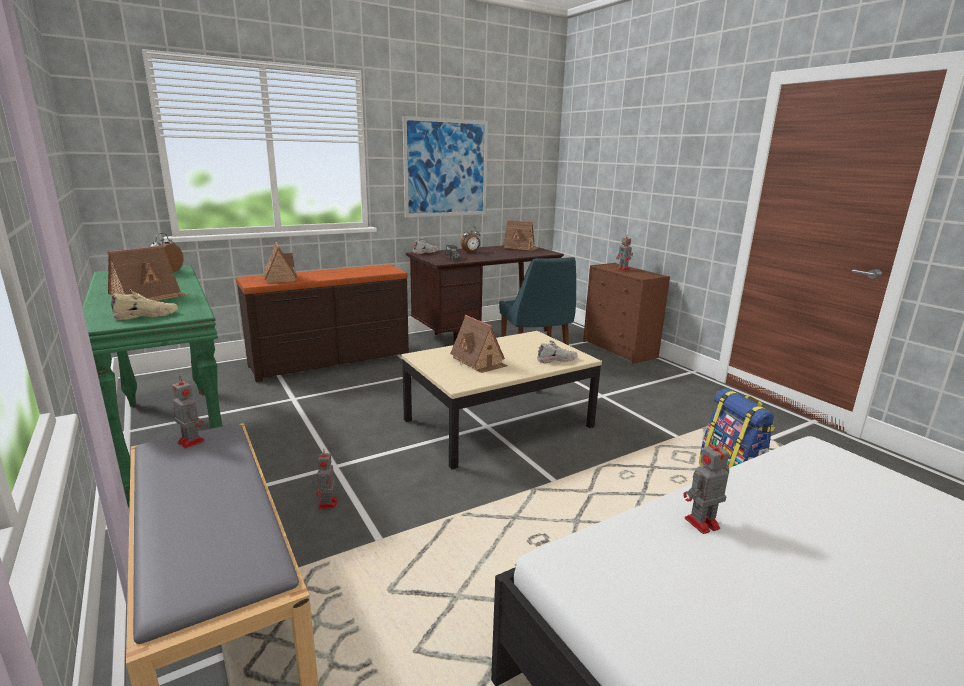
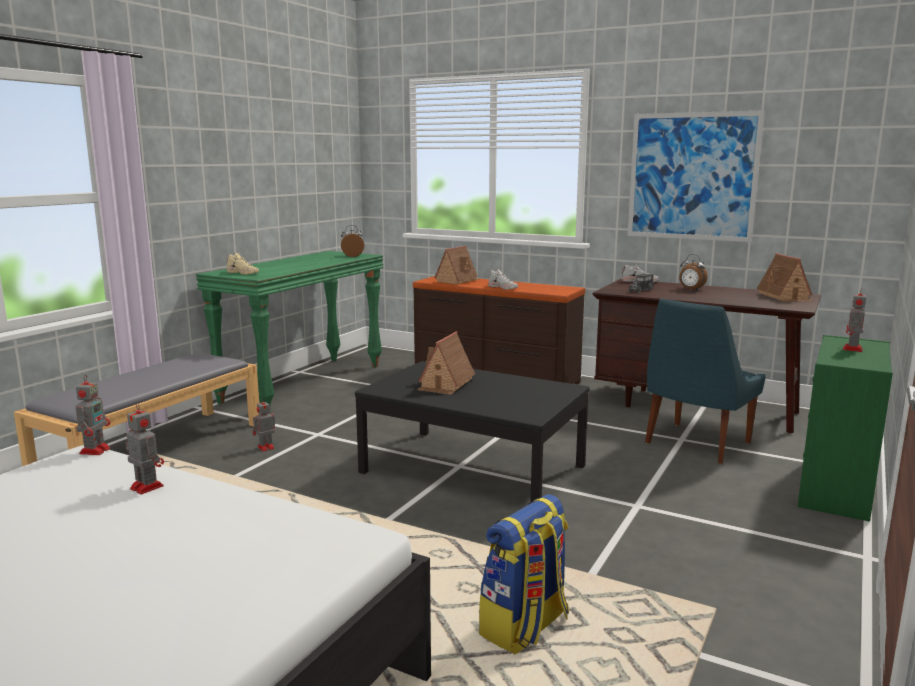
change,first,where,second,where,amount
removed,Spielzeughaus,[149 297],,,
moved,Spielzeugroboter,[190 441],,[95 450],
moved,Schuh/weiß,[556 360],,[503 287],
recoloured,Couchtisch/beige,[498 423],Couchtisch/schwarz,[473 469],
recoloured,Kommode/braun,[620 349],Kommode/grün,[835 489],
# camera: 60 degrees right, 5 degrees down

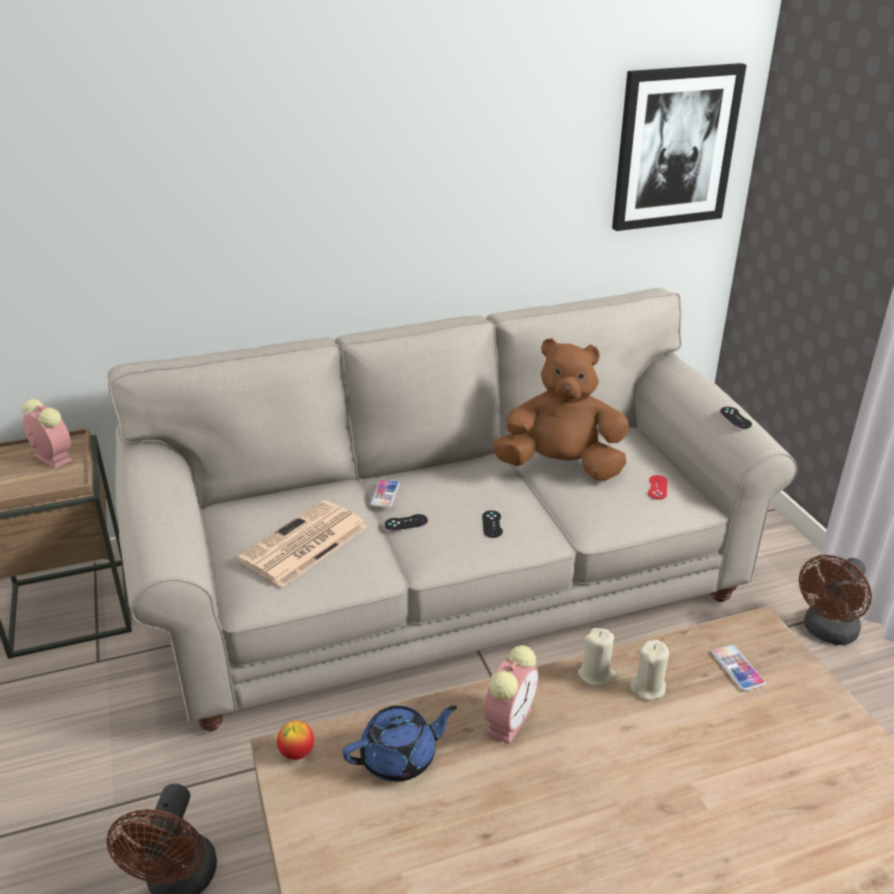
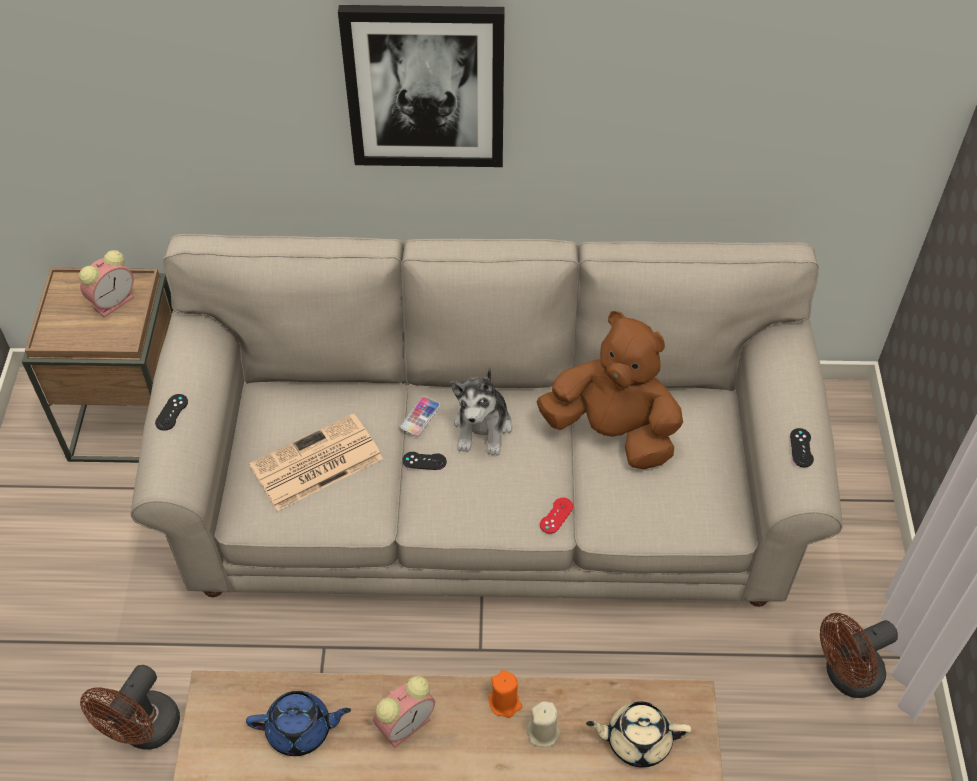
change,first,where,second,where,amount
removed,Apfel,[297 753],,,
added,,,Plüschtier,[483 427],
moved,Gamepad/schwarz,[492 524],,[171 412],
moved,Bild,[675 147],,[425 86],
moved,Gamepad/rot,[657 487],,[556 515],
replaced,Handy,[737 668],Teekanne/beige,[637 740],
recoloured,Kerze/beige,[596 674],Kerze/orange,[505 702],
turned,Wecker,[51 457],,[114 301],75 degrees clockwise
# camera: 20 degrees right, 20 degrees up

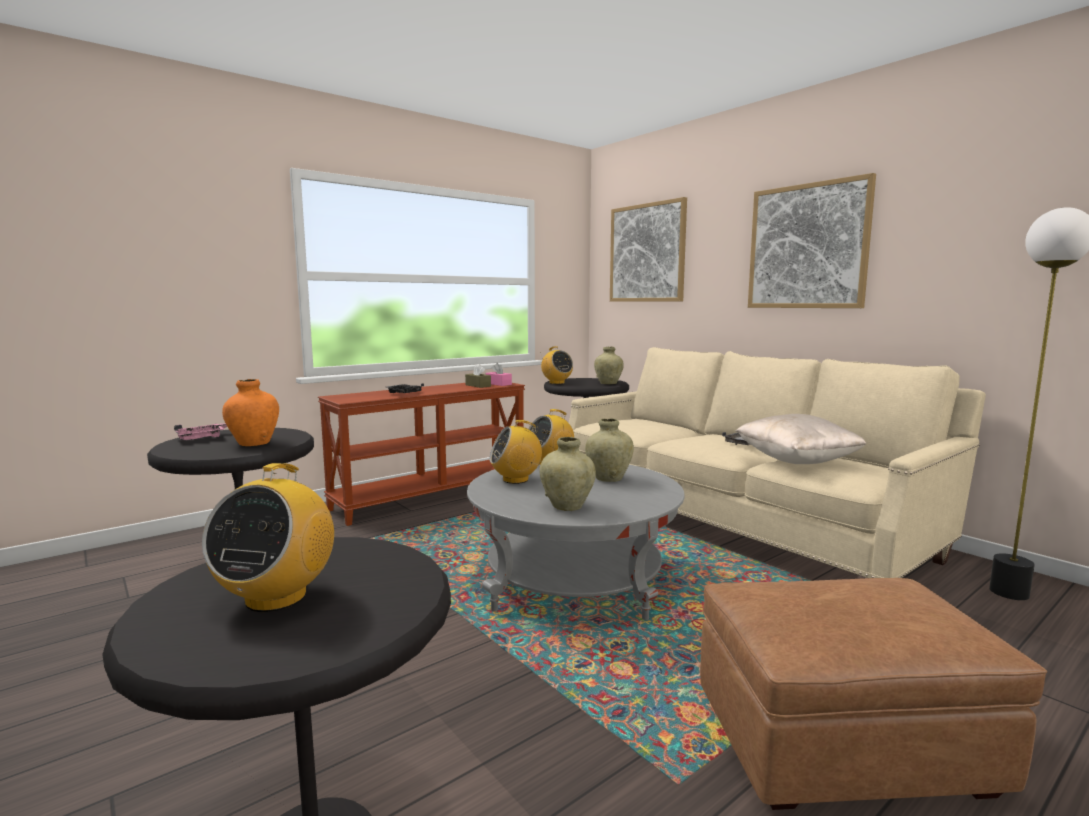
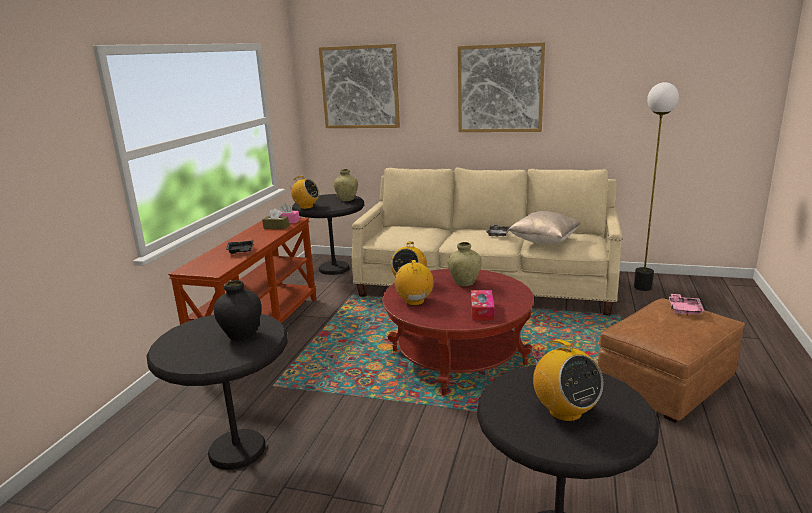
change,first,where,second,where,amount
moved,Tablett/rosa,[202 438],,[684 309],
replaced,Vase/beige,[567 506],Taschentuchbox,[482 311],
recoloured,Vase/orange,[254 443],Vase/schwarz,[241 335],
recoloured,Couchtisch/grau,[574 581],Couchtisch/rot,[458 357],
turned,Radio,[516 479],,[415 301],135 degrees clockwise
# camera: 35 degrees left, 10 degrees up

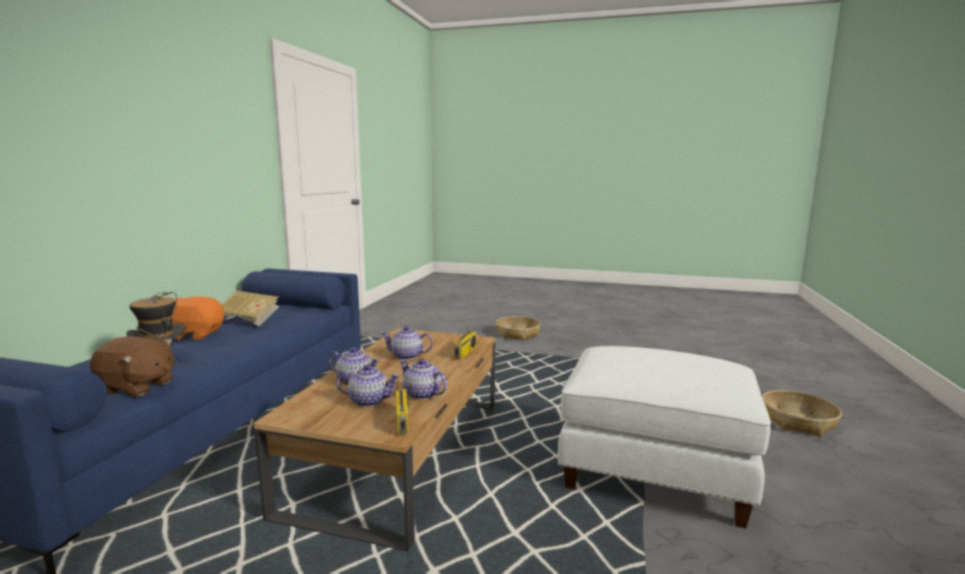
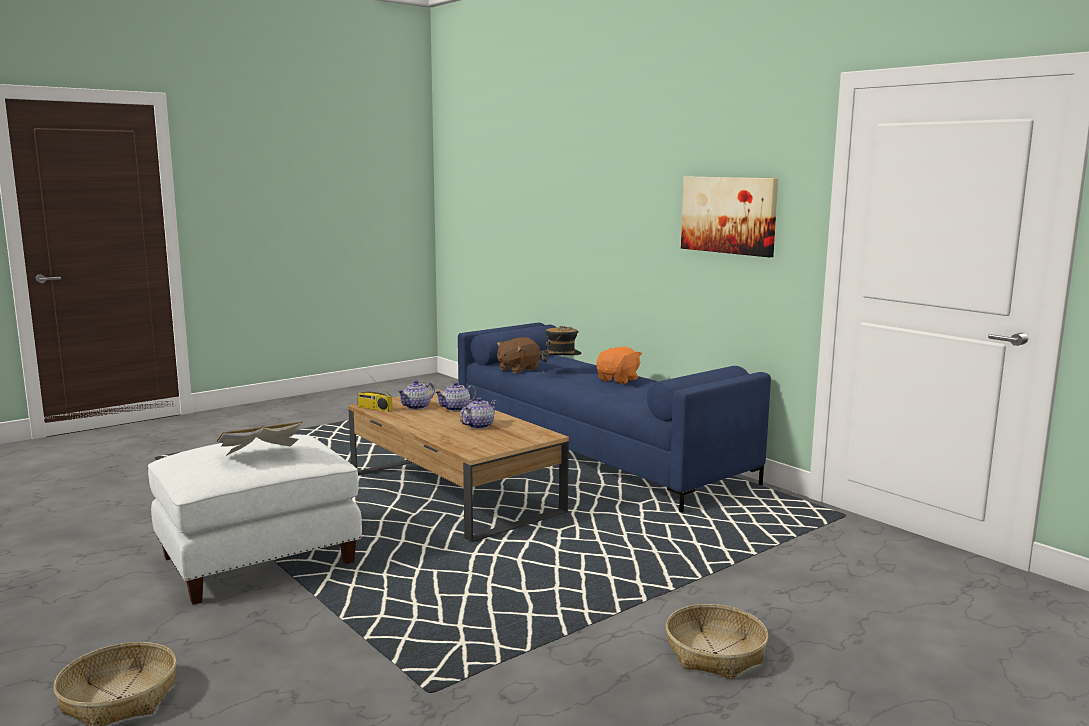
change,first,where,second,where,amount
removed,Teekanne,[422 394],,,
removed,Radio,[465 353],,,
added,,,Bild,[729 215],
moved,Buch,[249 320],,[261 455],
# camera: 125 degrees right, 0 degrees up

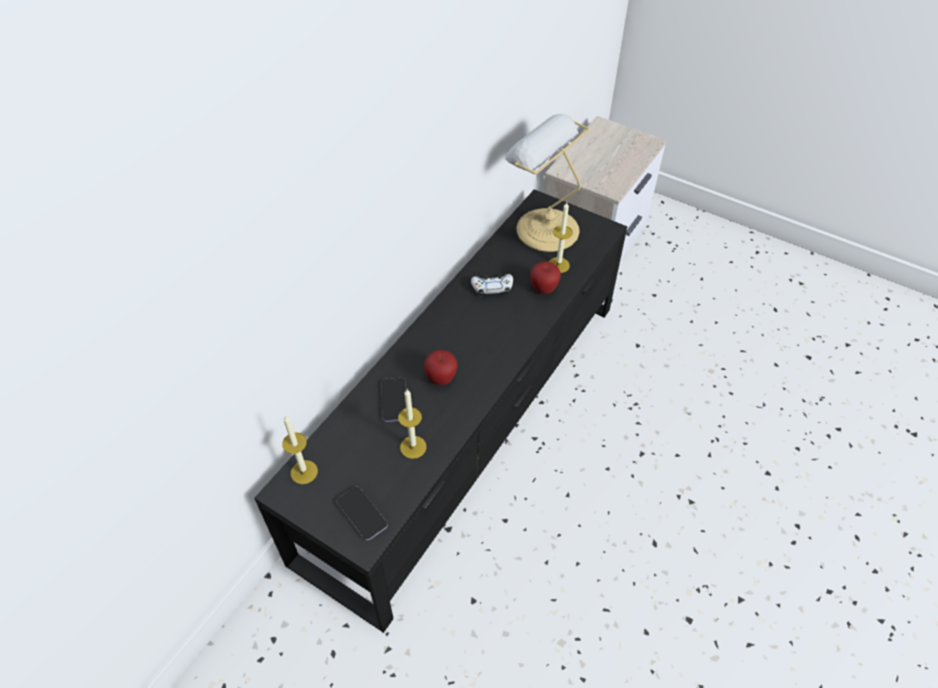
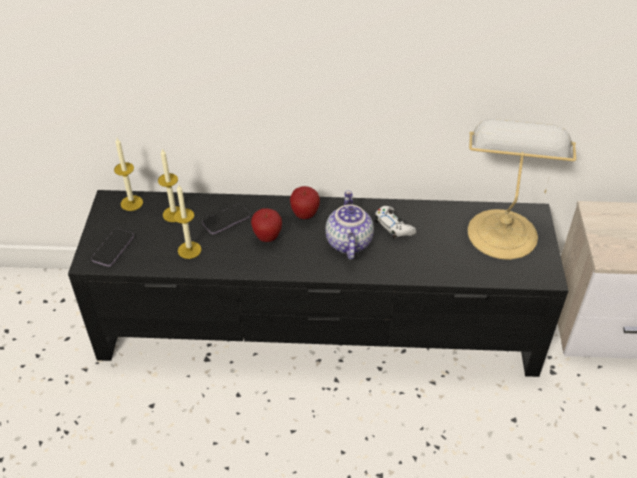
change,first,where,second,where,amount
added,,,Teekanne,[347 242],
moved,Apfel,[543 289],,[305 215],
moved,Kerze,[558 265],,[174 214],
# camera: 60 degrees right, 5 degrees down

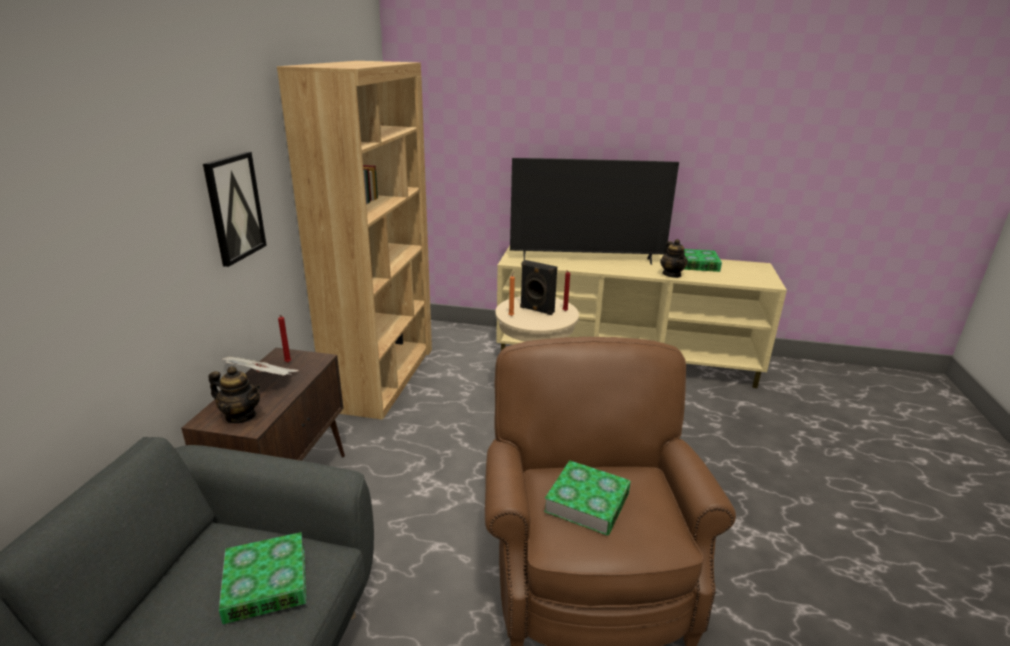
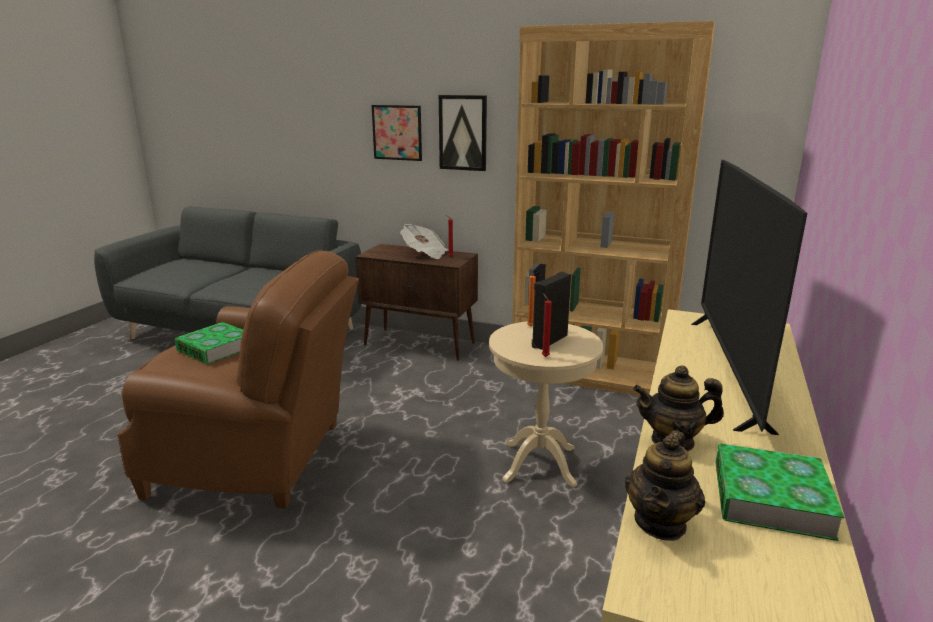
change,first,where,second,where,amount
removed,Buch,[266 583],,,
added,,,Bild,[397 132],
moved,Teekanne,[241 416],,[660 523],
# camera: 100 degrees right, 5 degrees down

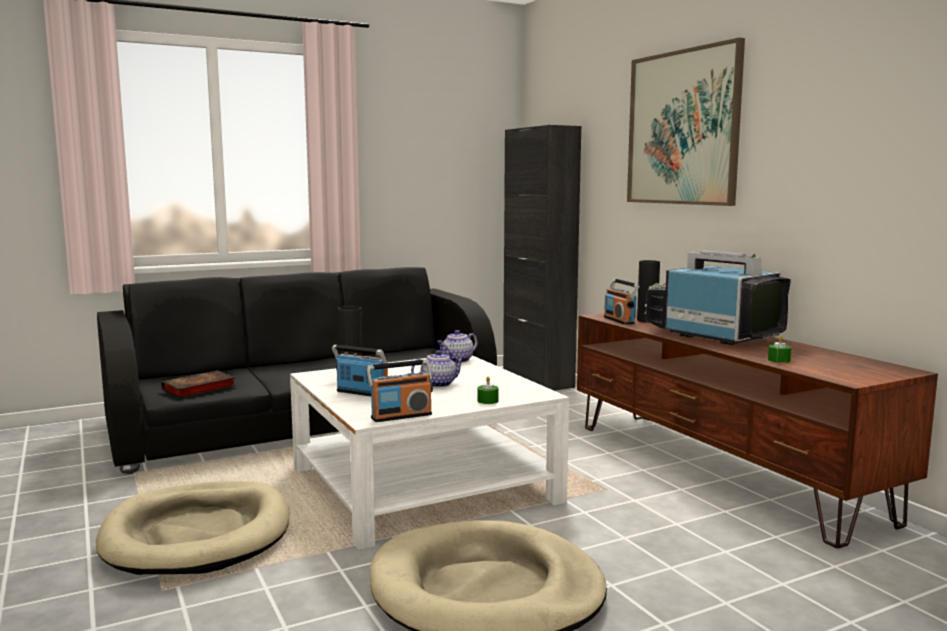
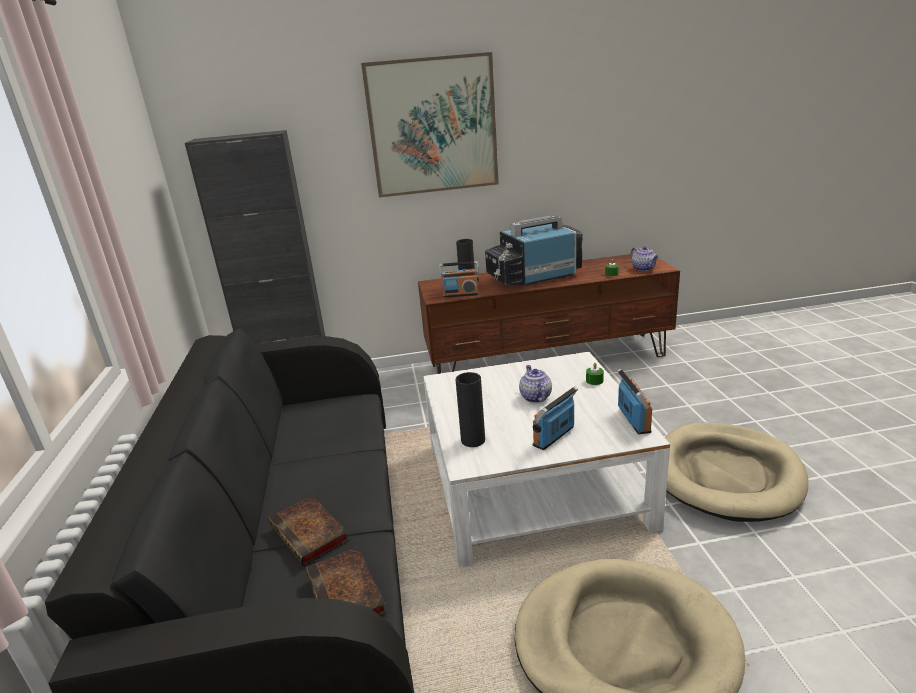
change,first,where,second,where,amount
added,,,Buch,[311 534],
moved,Teekanne,[457 360],,[644 268],
# camera: 70 degrees left, 15 degrees up

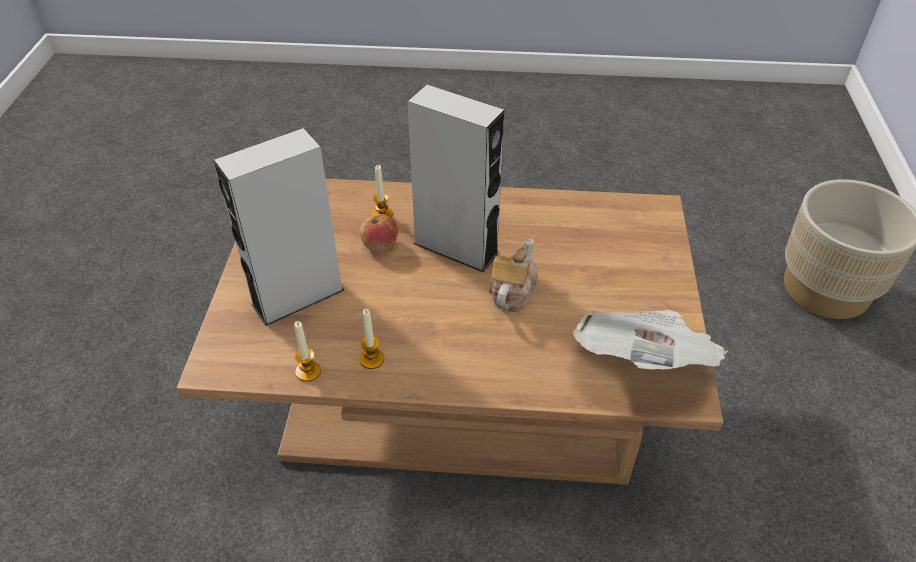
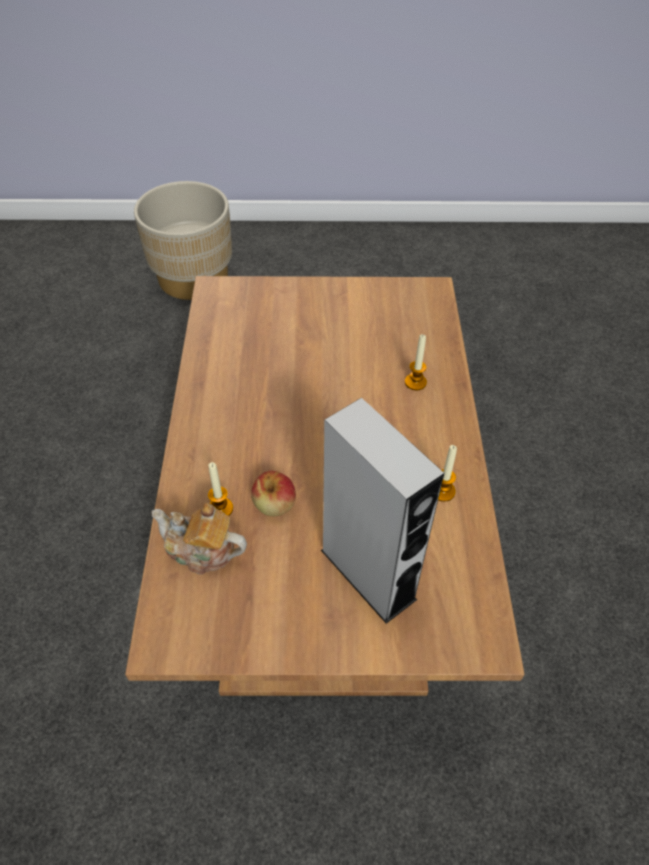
change,first,where,second,where,amount
removed,Lautsprecher/grau,[456 248],,,
removed,Zeitung,[643 361],,,
moved,Kerze,[308 371],,[415 382],
moved,Teekanne,[512 291],,[201 551],
# camera: 95 degrees left, 5 degrees up

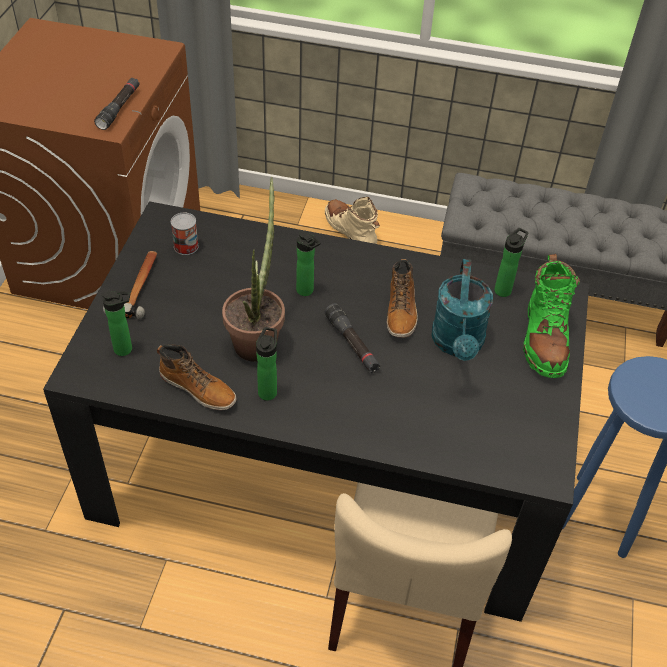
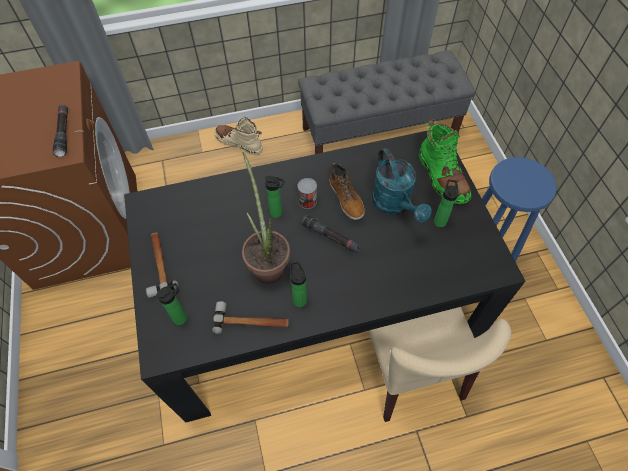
change,first,where,second,where,amount
moved,Dose,[186 246],,[307 201],
moved,Flasche,[504 289],,[440 220],
replaced,Stiefel,[198 388],Hammer,[251 321],
# camera: 25 degrees left, 10 degrees up

